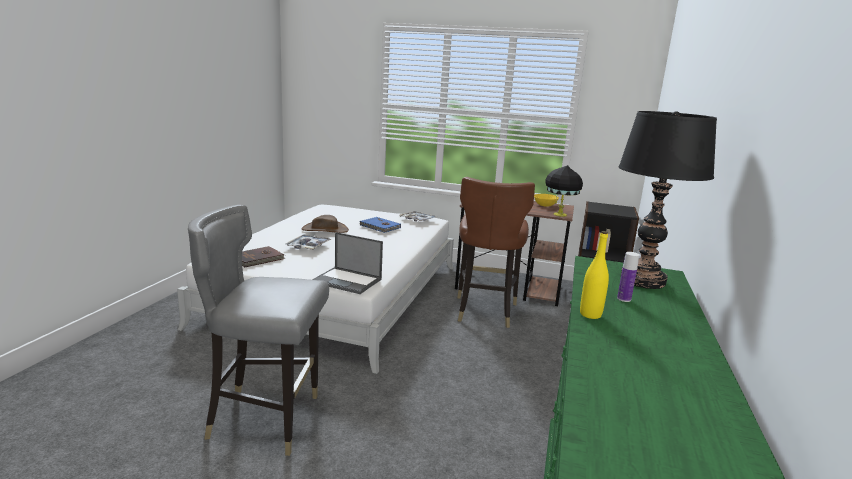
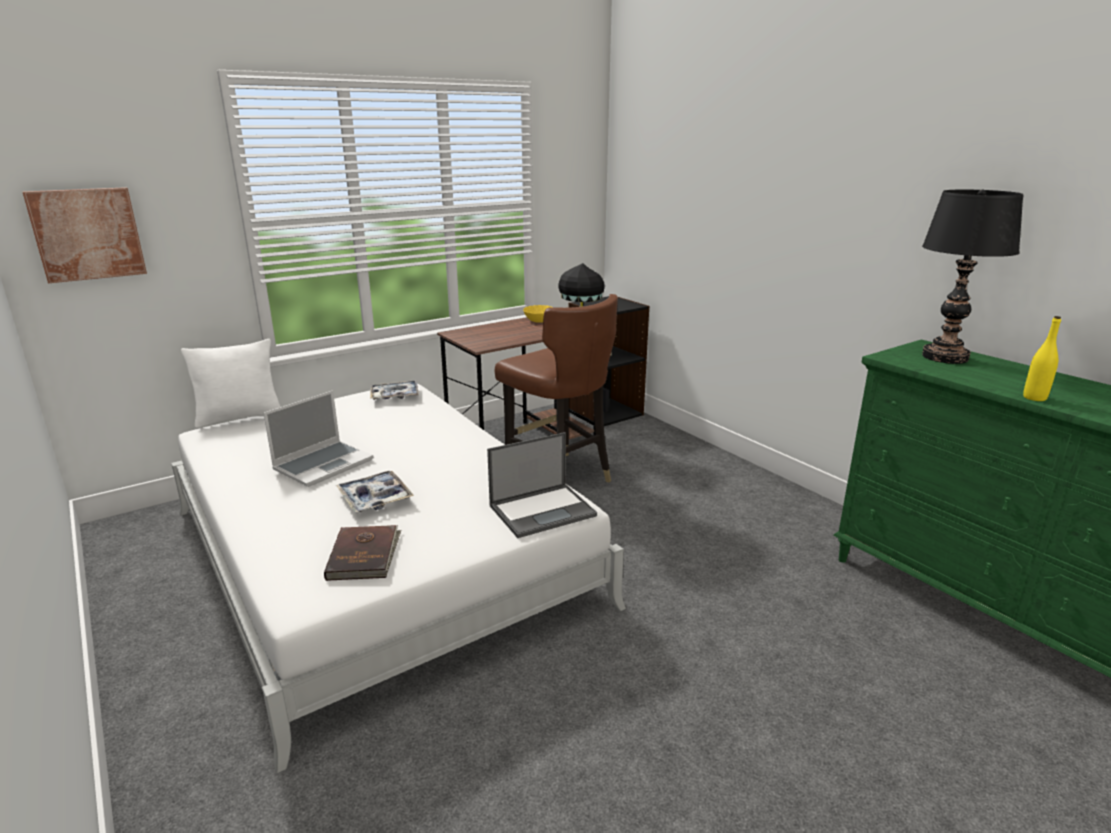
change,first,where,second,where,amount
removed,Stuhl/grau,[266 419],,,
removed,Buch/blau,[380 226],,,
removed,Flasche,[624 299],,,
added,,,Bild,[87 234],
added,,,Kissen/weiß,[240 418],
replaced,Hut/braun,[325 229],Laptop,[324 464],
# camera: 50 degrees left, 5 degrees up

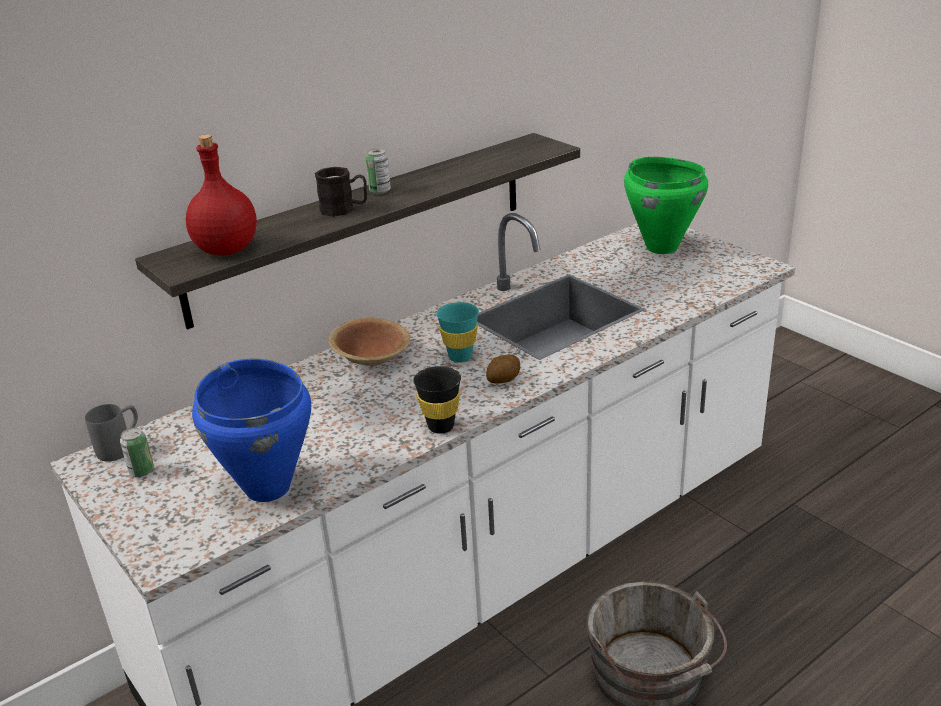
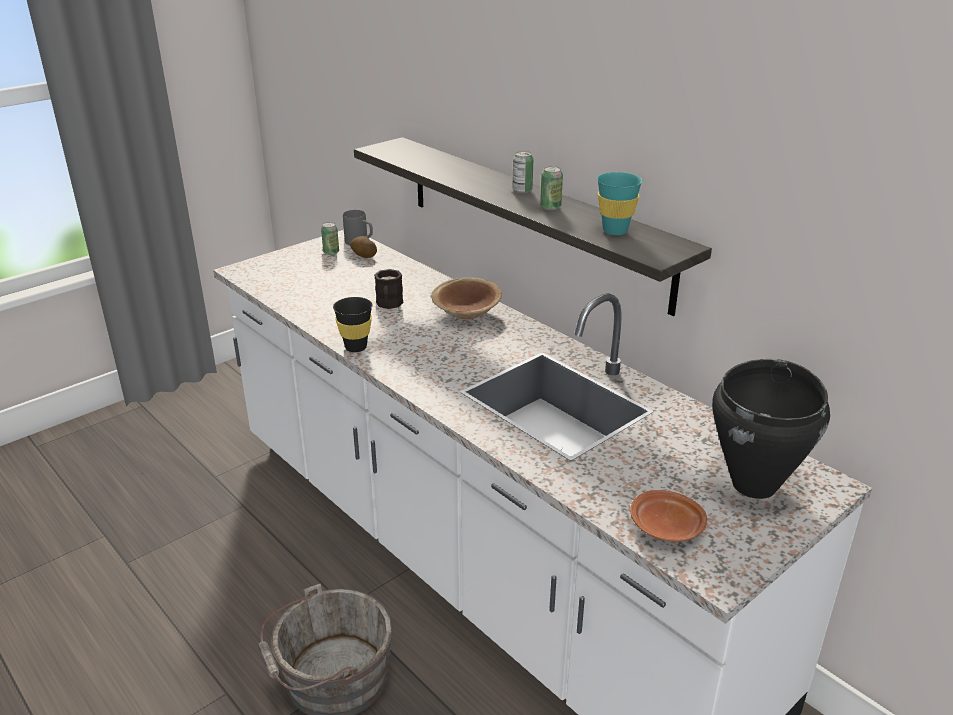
change,first,where,second,where,amount
removed,Flasche/rot,[226 250],,,
removed,Kochtopf/blau,[268 487],,,
added,,,Dose,[550 207],
added,,,Teller/braun,[667 527],
moved,Henkelbecher/schwarz,[344 209],,[389 305],
moved,Tasse/türkis,[460 357],,[615 231],
moved,Kartoffel,[503 380],,[363 255],
recoloured,Kochtopf/grün,[661 247],Kochtopf/schwarz,[755 485],
# camera: 85 degrees right, 0 degrees up

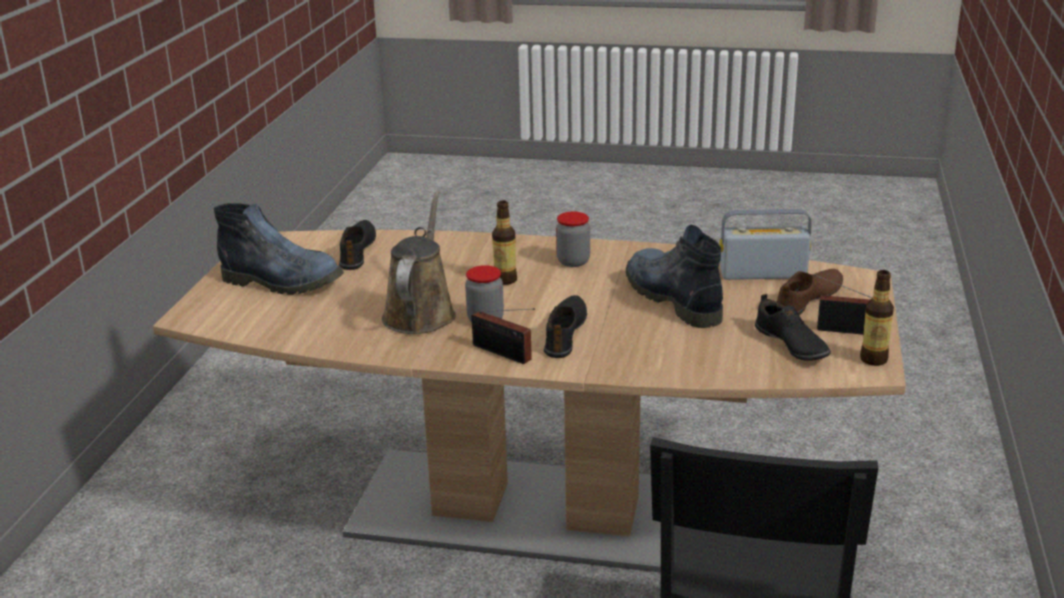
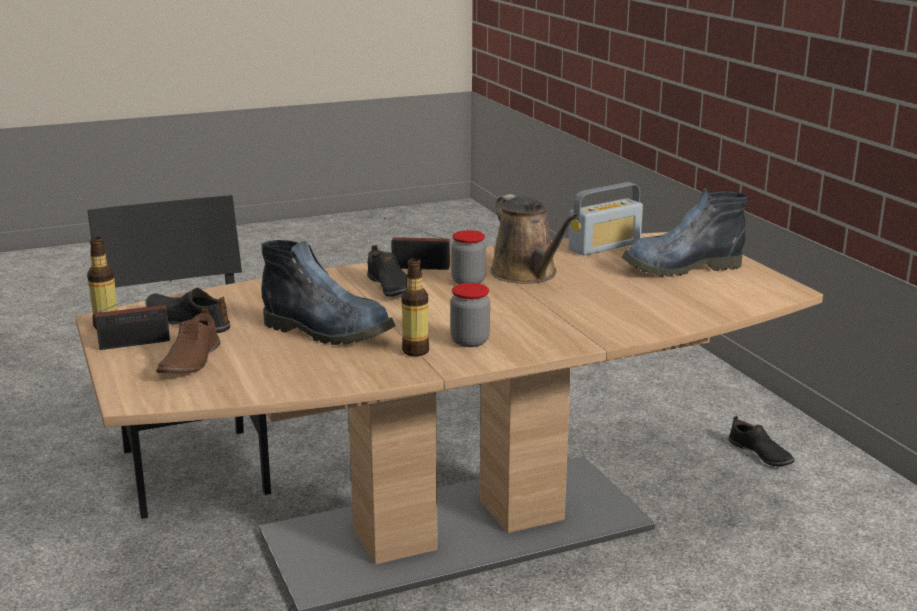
change,first,where,second,where,amount
moved,Schuh/schwarz,[358 251],,[760 454],
moved,Flasche,[505 280],,[415 351],
moved,Radio,[763 274],,[604 246],
# camera: 145 degrees right, 5 degrees down

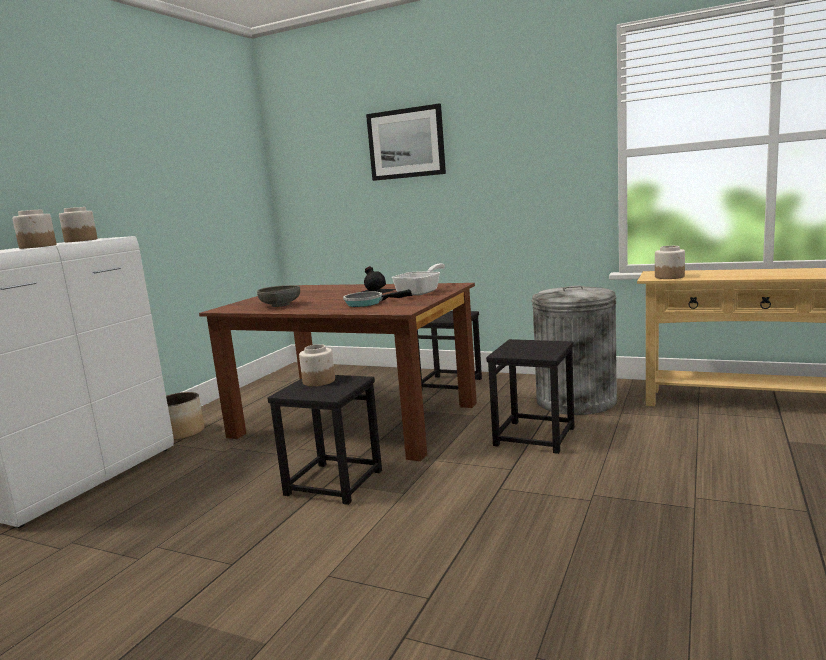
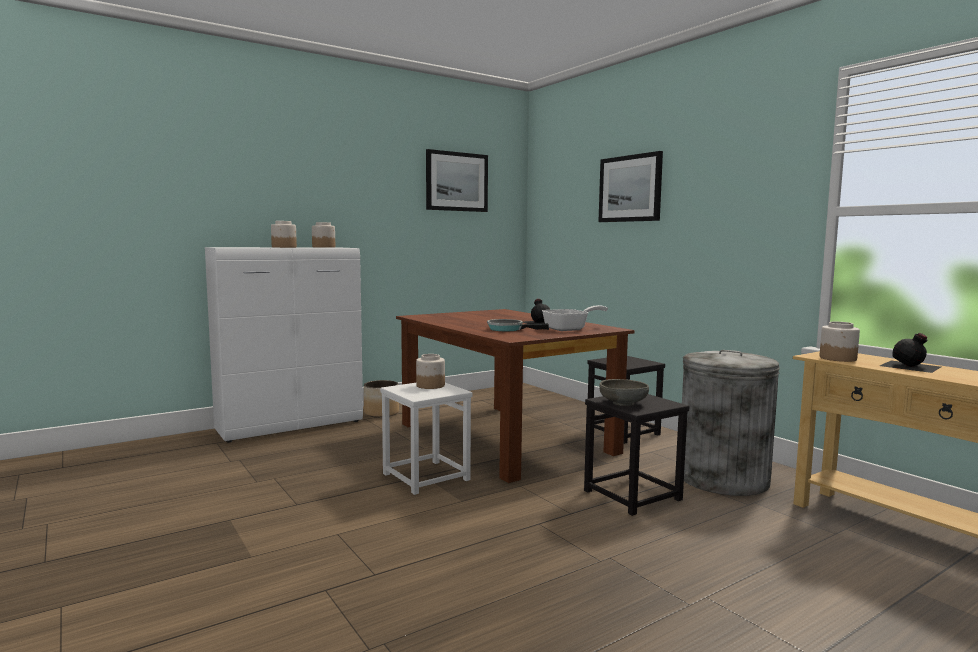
change,first,where,second,where,amount
added,,,Bild,[456 181],
added,,,Flasche/schwarz,[911 366],
moved,Schüssel/grau,[280 305],,[623 403],
recoloured,Hocker/schwarz,[333 483],Hocker/weiß,[425 477],
# camera: 30 degrees right, 5 degrees down

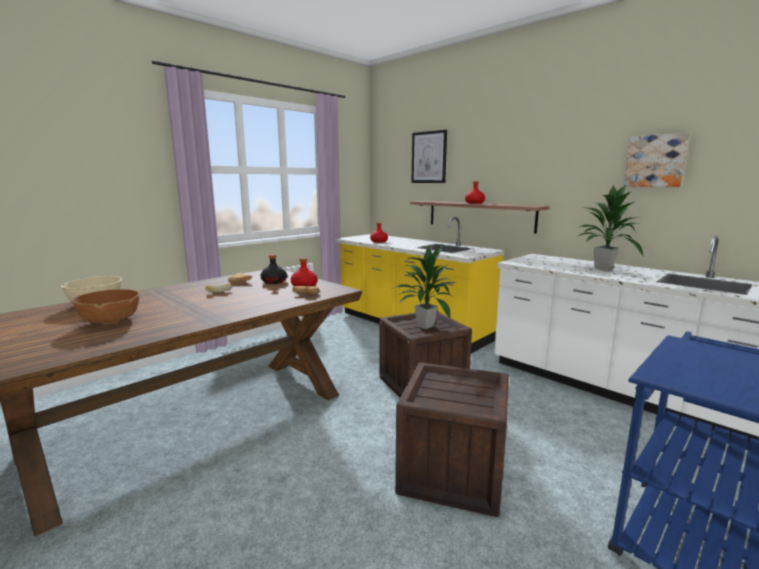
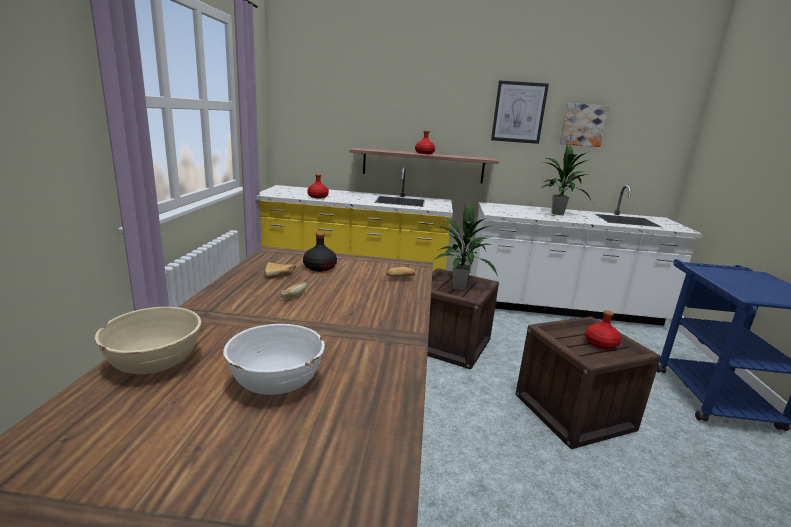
change,first,where,second,where,amount
moved,Flasche/rot,[304 286],,[601 344],
moved,Bild,[429 157],,[518 112],
recoloured,Schüssel/braun,[110 321],Schüssel/weiß,[276 382],
# camera: 40 degrees left, 5 degrees up

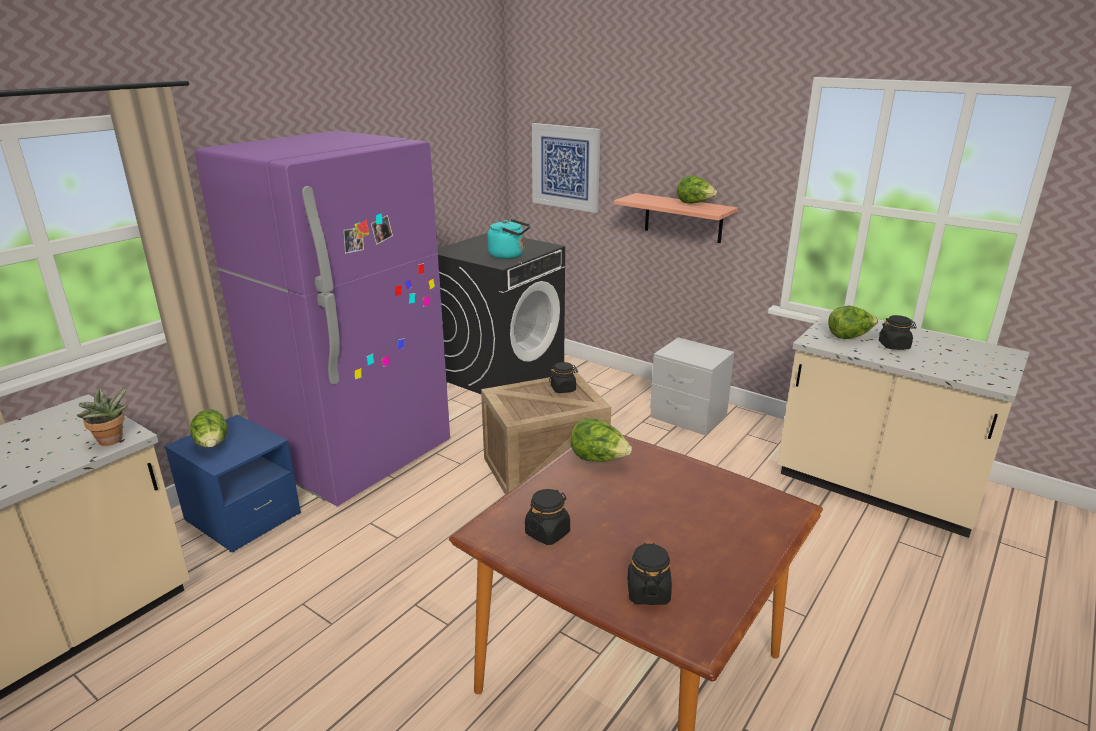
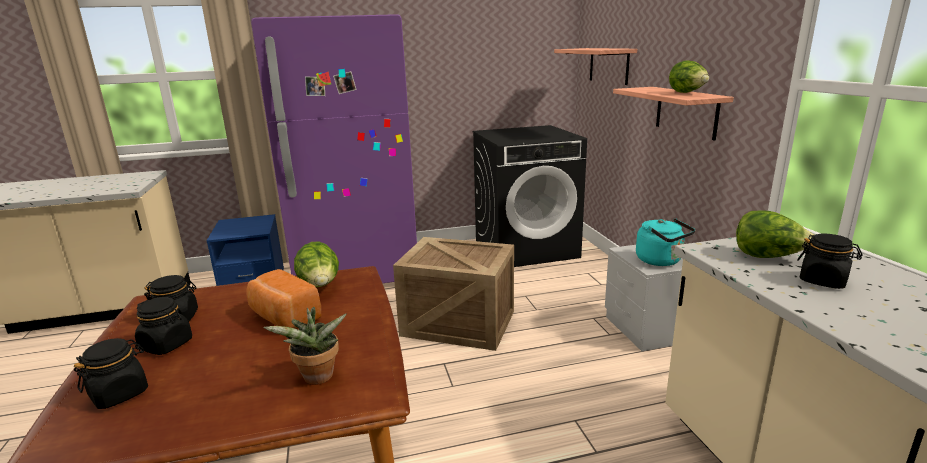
change,first,where,second,where,amount
removed,Salatkopf,[213 445],,,
added,,,Brot,[283 317],
moved,Topfpflanze,[111 442],,[317 379],
moved,Wasserkessel/türkis,[509 255],,[661 261],
moved,Vorratsglas/schwarz,[563 389],,[167 345],
replaced,Bild,[566 167],Wandregal,[608 65],
# camera: 40 degrees right, 5 degrees down

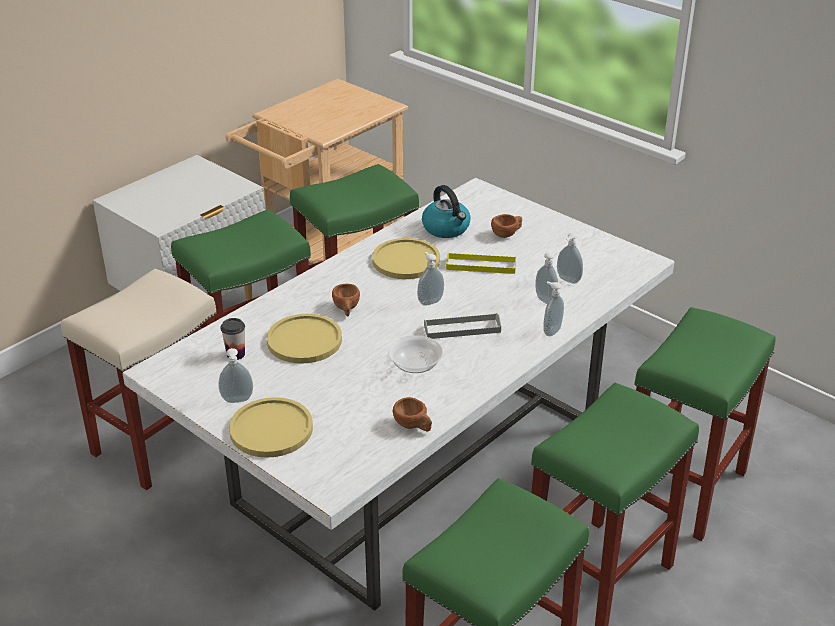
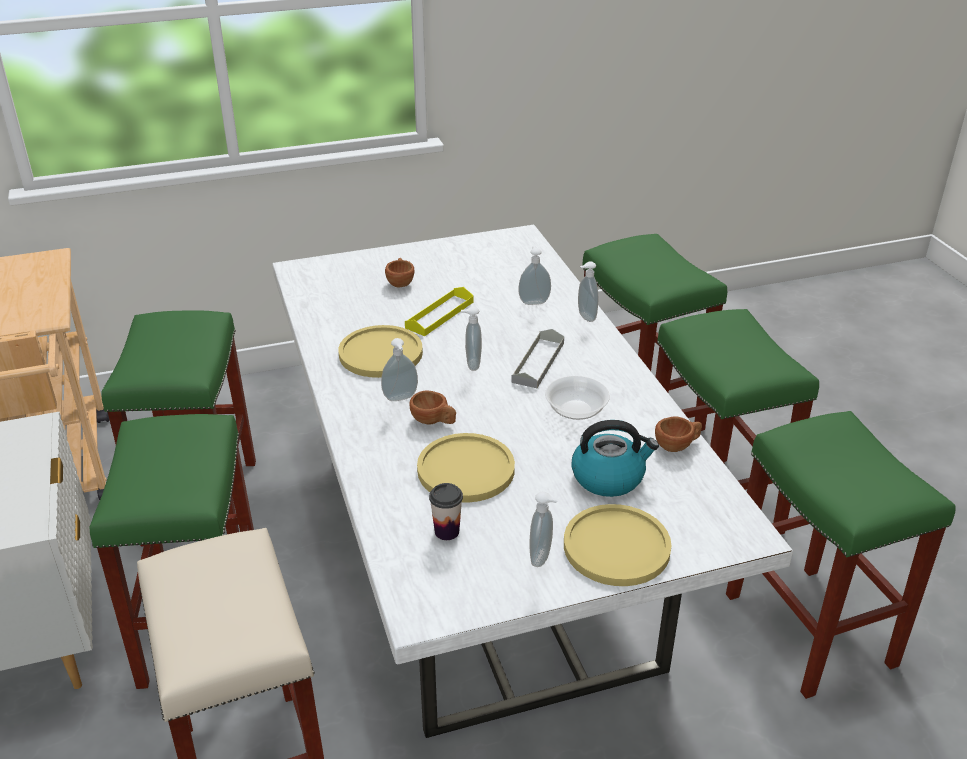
change,first,where,second,where,amount
moved,Wasserkessel,[446 228],,[609 477],
moved,Seifenspender,[567 280],,[401 398],
# camera: 60 degrees left, 0 degrees up

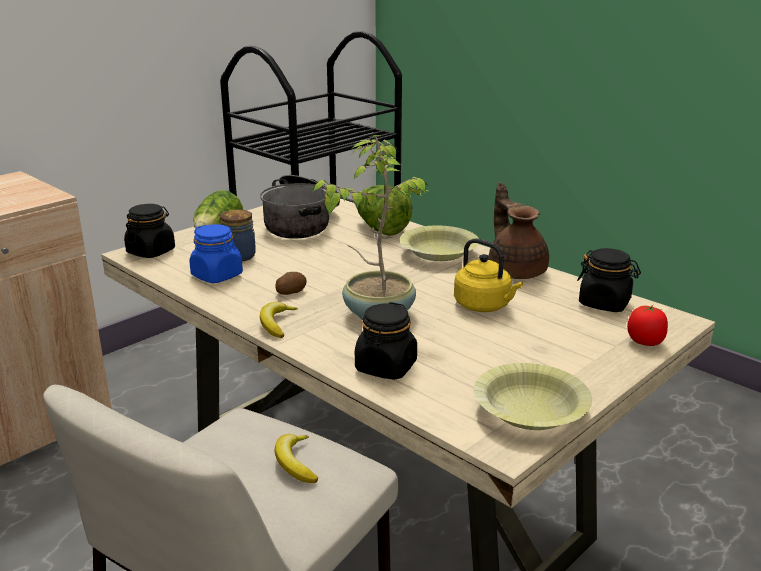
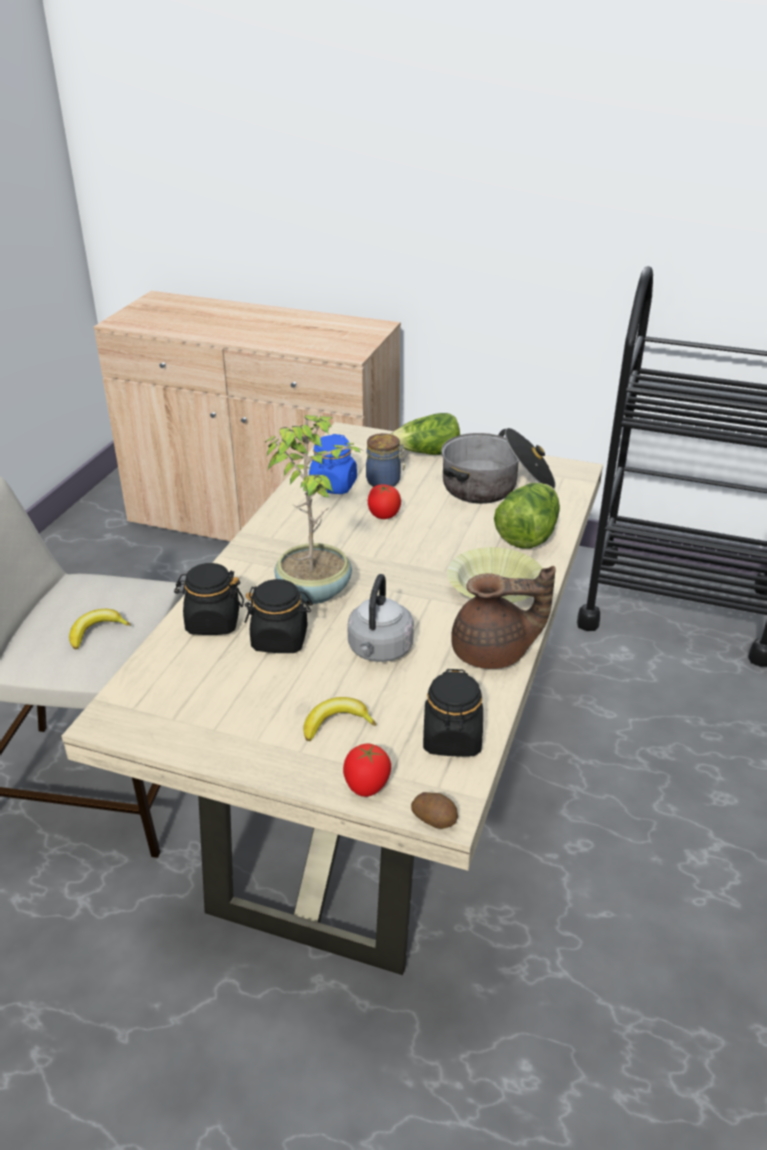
change,first,where,second,where,amount
removed,Schüssel/gelb,[530 411],,,
added,,,Tomate,[383 515],
moved,Vorratsglas/schwarz,[151 251],,[280 639],
moved,Banane,[276 324],,[336 724],
moved,Kartoffel,[290 292],,[435 819],
recoloured,Wasserkessel/gelb,[485 306],Wasserkessel/grau,[379 651],
turned,Teekanne/braun,[516 270],,[493 653],45 degrees clockwise
# camera: 65 degrees right, 10 degrees up

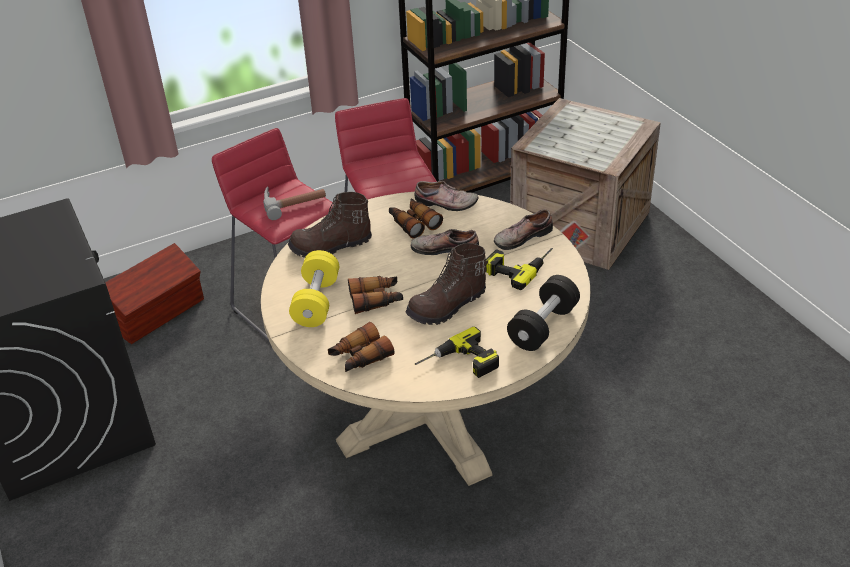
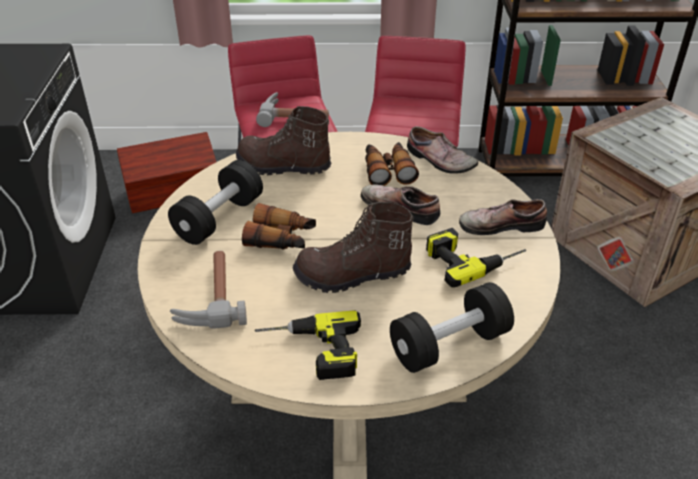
change,first,where,second,where,amount
replaced,Fernglas,[360 357],Hammer,[209 297],
recoloured,Hantel/gelb,[316 302],Hantel/schwarz,[219 218],
# camera: 25 degrees right, 0 degrees up

